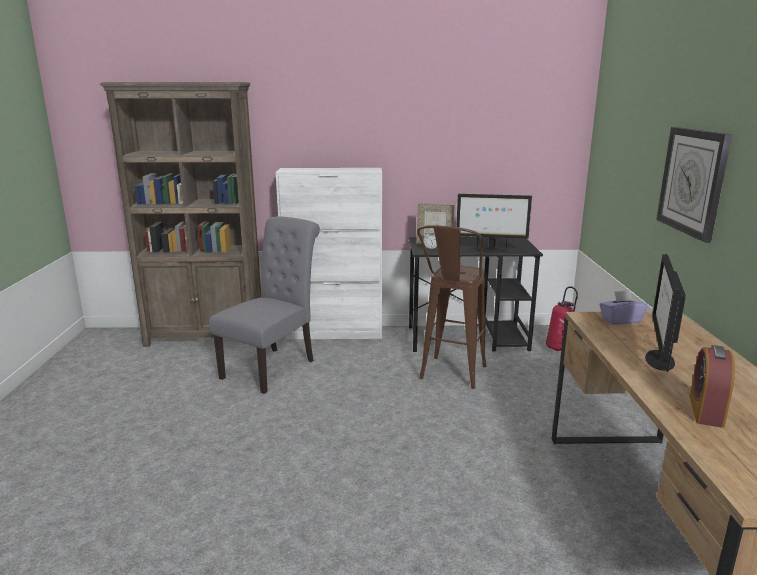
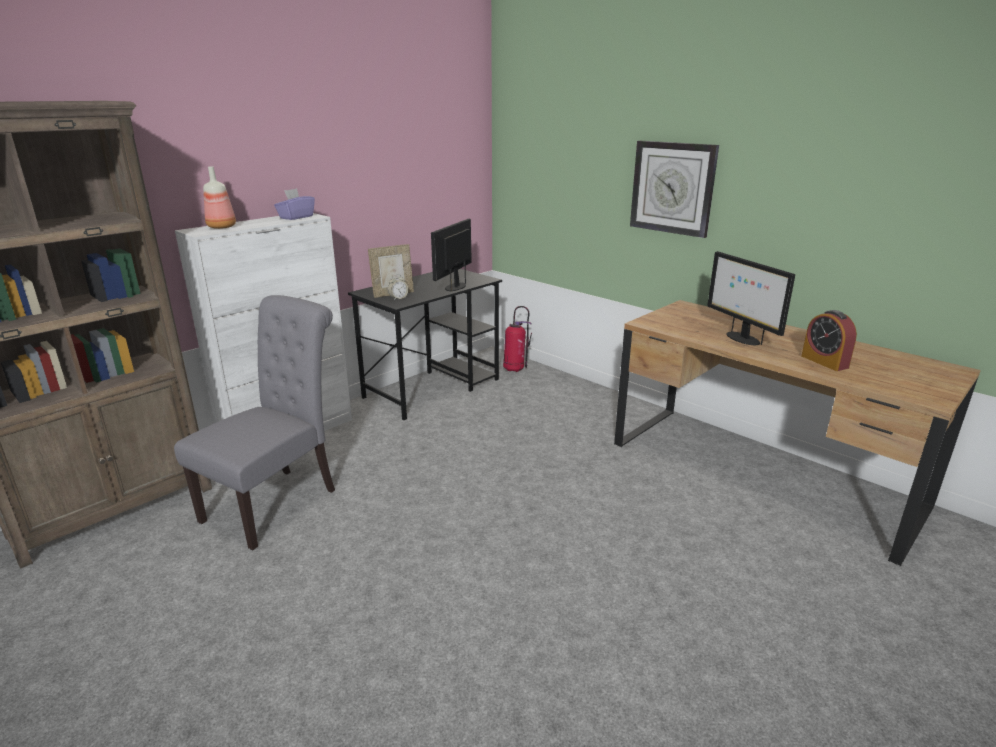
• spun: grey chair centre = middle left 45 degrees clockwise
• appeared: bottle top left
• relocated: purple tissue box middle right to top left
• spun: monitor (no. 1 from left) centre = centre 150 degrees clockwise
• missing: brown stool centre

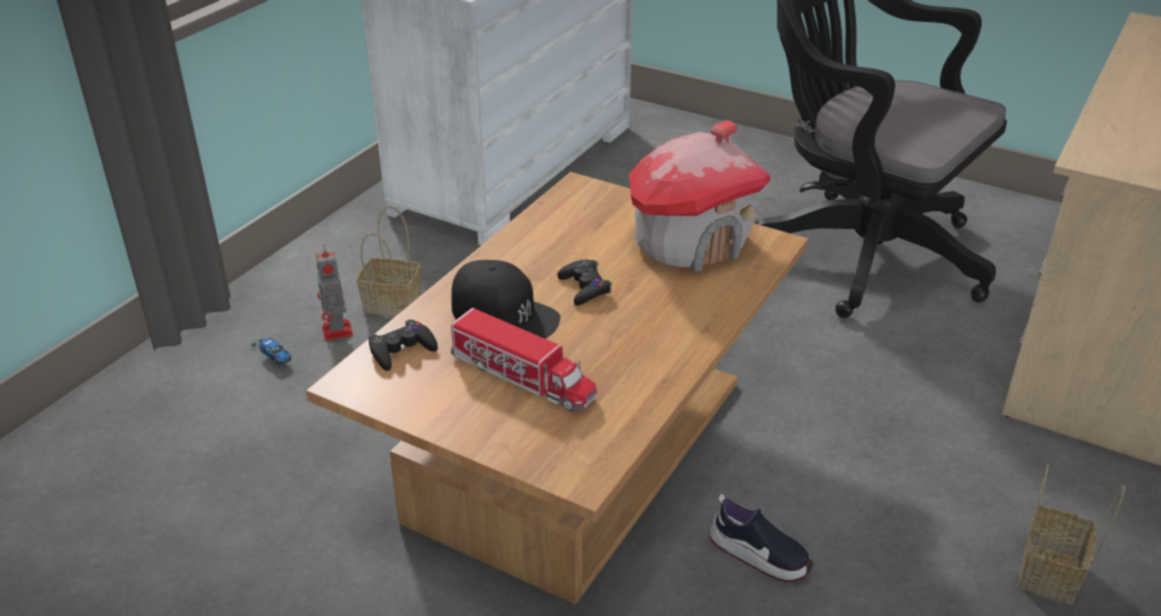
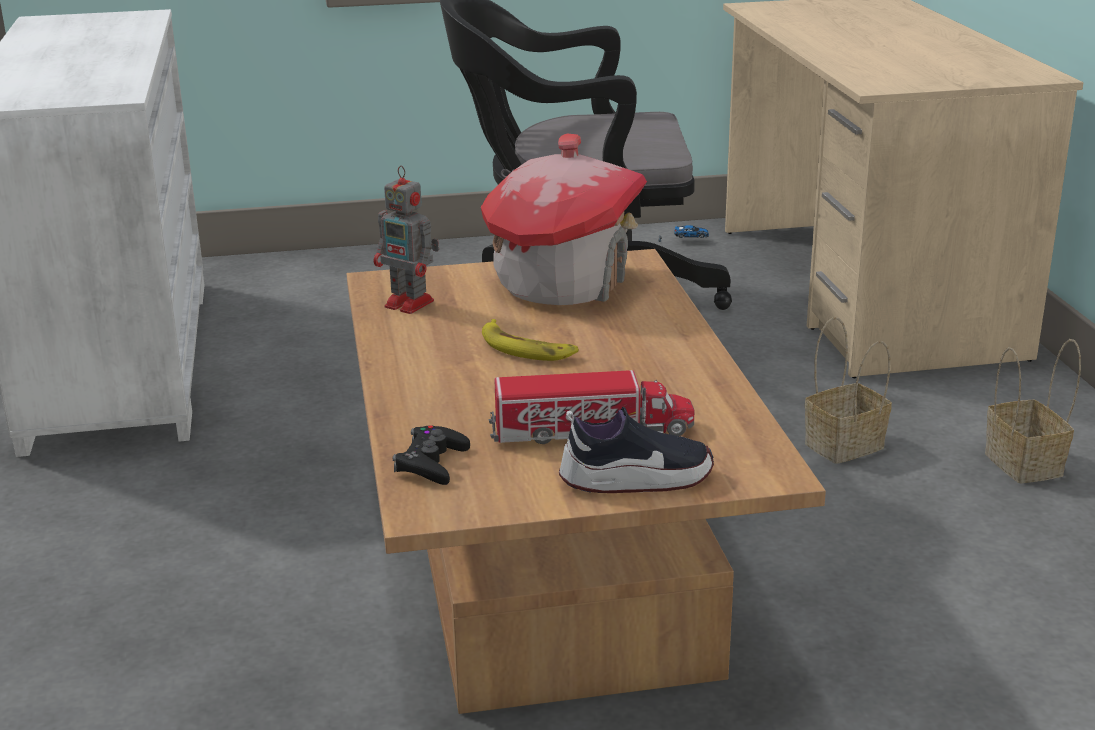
• relocated: toy robot middle left to top centre
• exchanged: black game controller (no. 2 from left) centre to banana centre
• relocated: shoe bottom centre to centre
• relocated: toy car middle left to top centre
• relocated: basket (no. 1 from left) centre to middle right
• missing: black cap centre

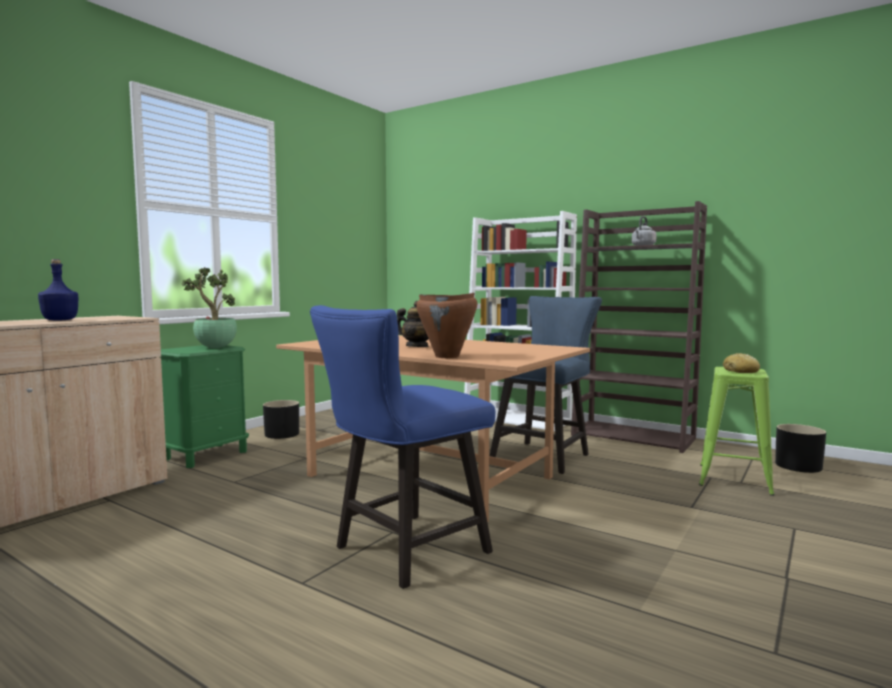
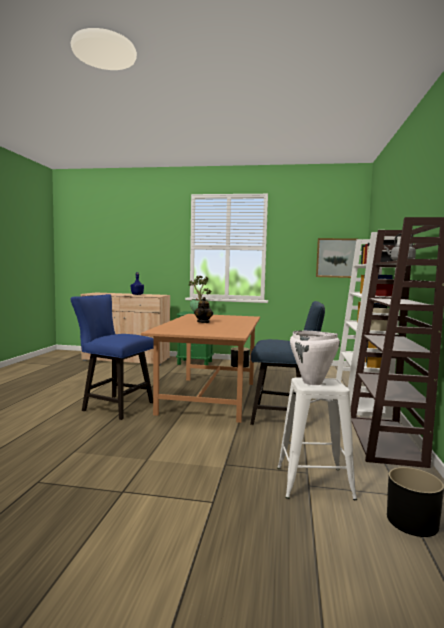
• colour: green stool middle right to white stool bottom right
• exchanged: bread middle right to white cooking pot middle right
• appeared: picture middle right
• missing: brown cooking pot centre

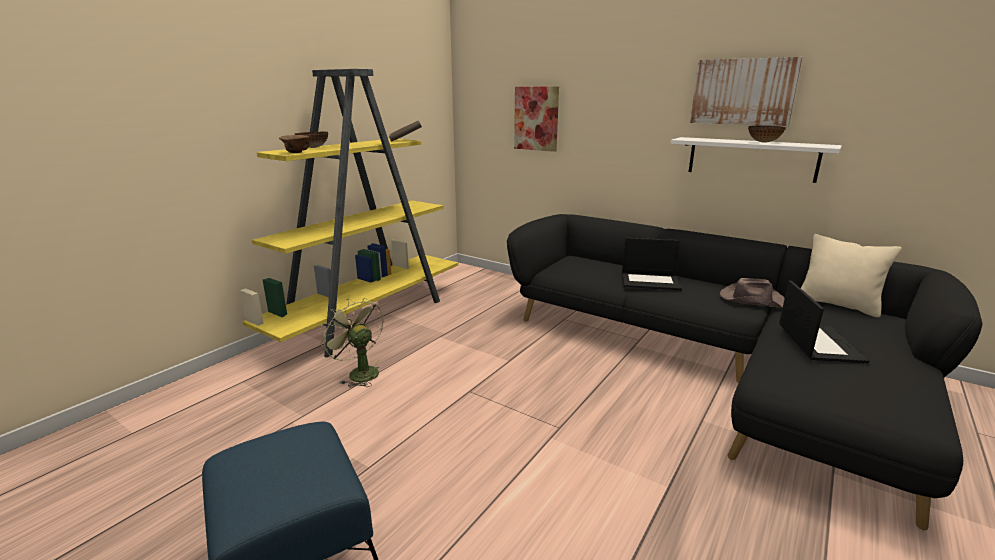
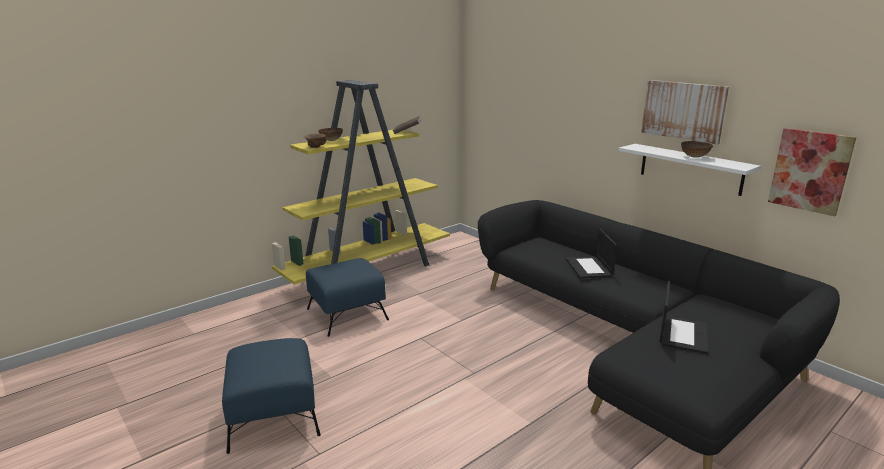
• exchanged: green fan centre to blue ottoman (no. 2 from left) centre
• spun: laptop (no. 1 from left) centre = middle right 60 degrees clockwise
• relocated: picture (no. 1 from left in the first image) top centre to picture (no. 2 from left) middle right
• missing: brown hat middle right
• missing: beige pillow middle right

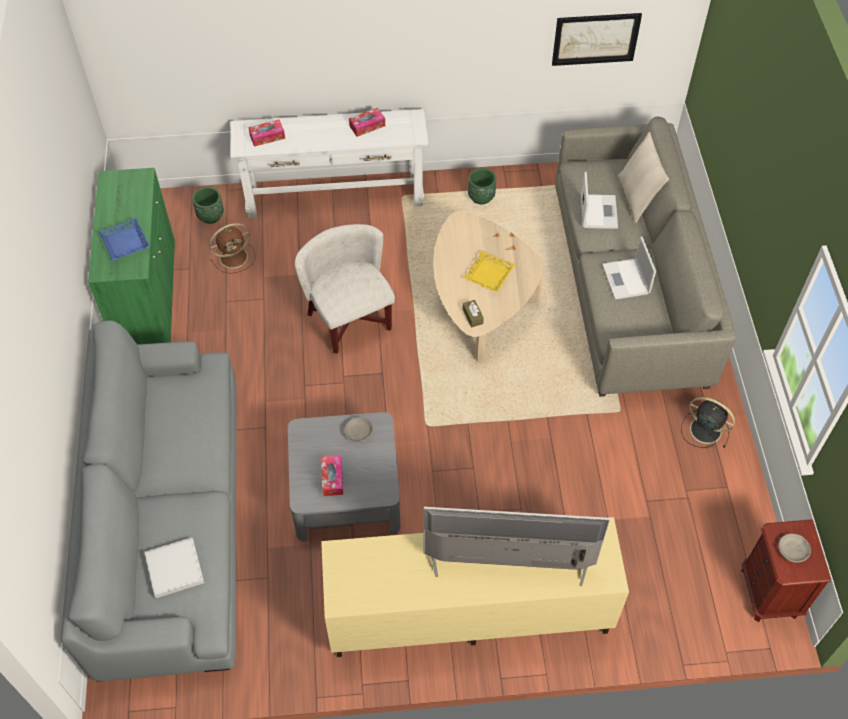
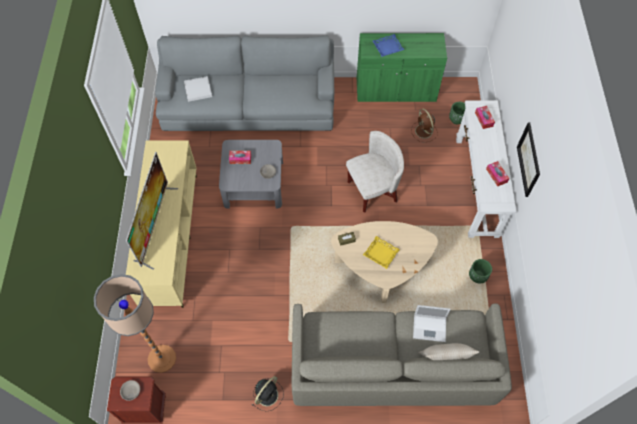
• appeared: floor lamp bottom left
• relocated: picture top right to middle right
• missing: laptop (no. 2 from left) middle right

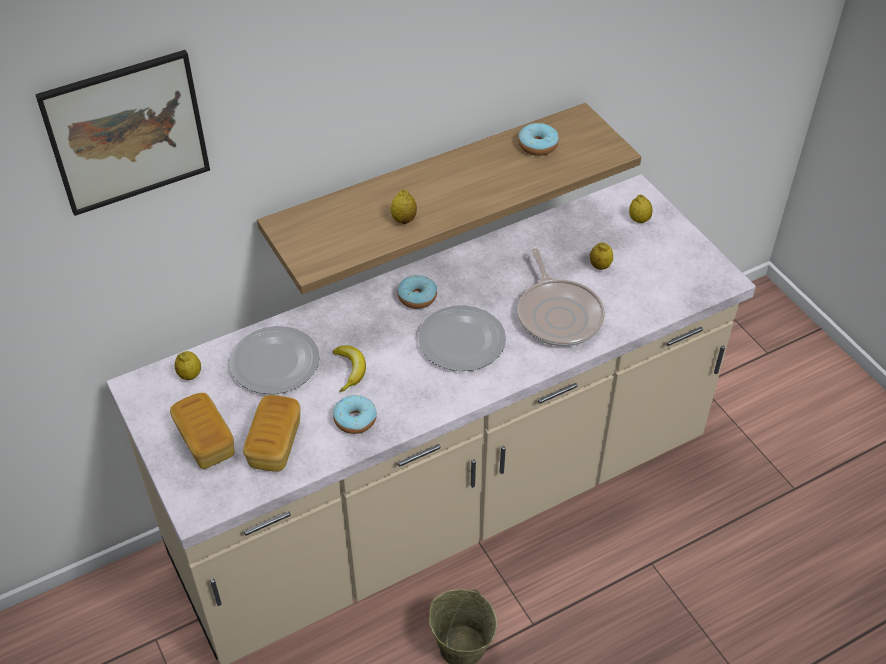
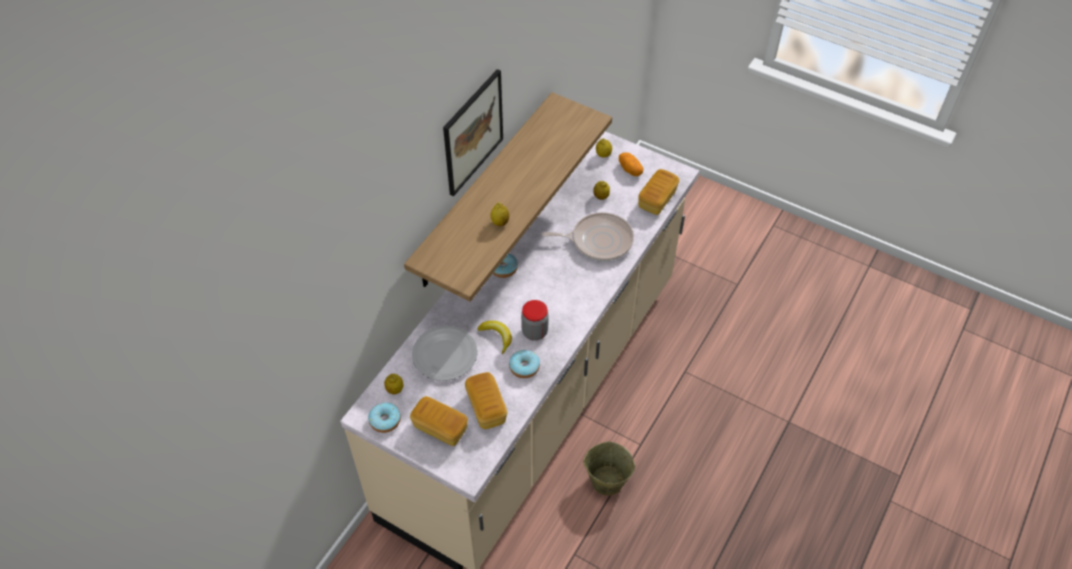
• relocated: donut (no. 3 from left in the first image) top centre to donut (no. 1 from left) bottom centre
• relocated: picture top left to top centre
• appeared: jar centre
• spun: frying pan centre = centre 45 degrees counterclockwise
• appeared: potato top centre
• appeared: bread (no. 3 from left) centre
• missing: plate (no. 2 from left) centre

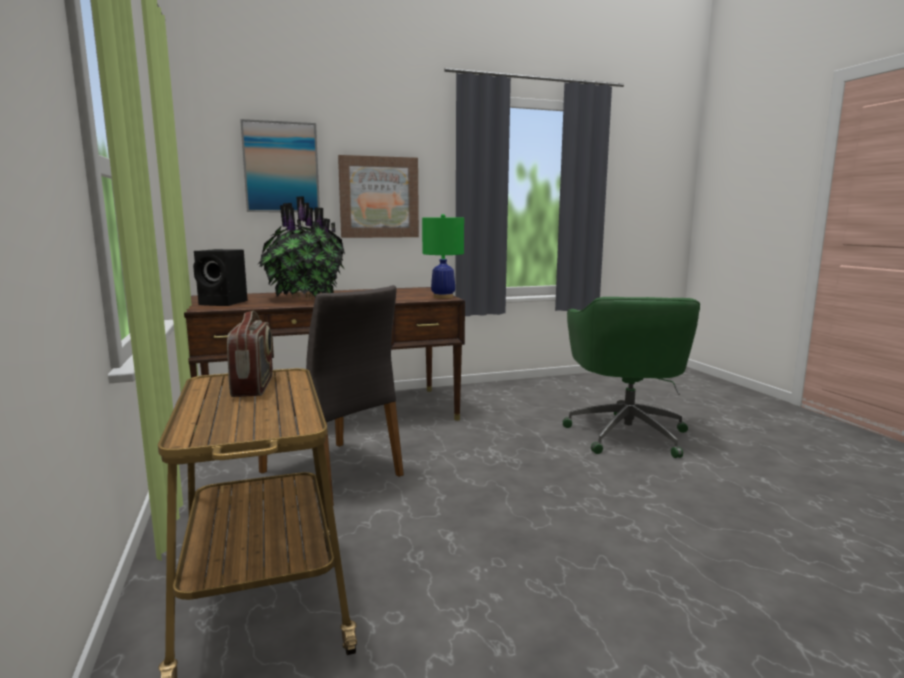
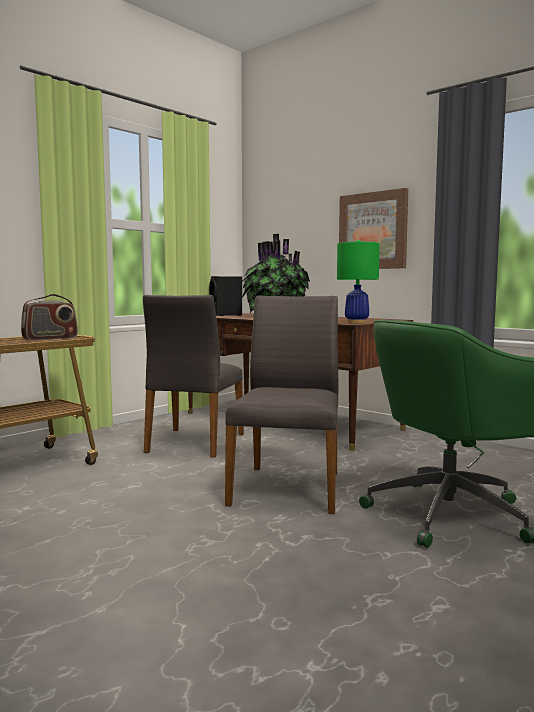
• appeared: grey chair (no. 2 from left) centre
• missing: picture (no. 1 from left) top left

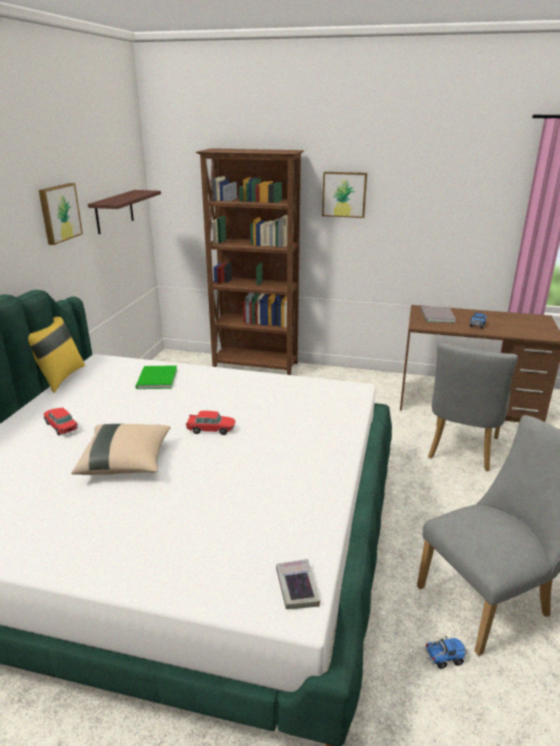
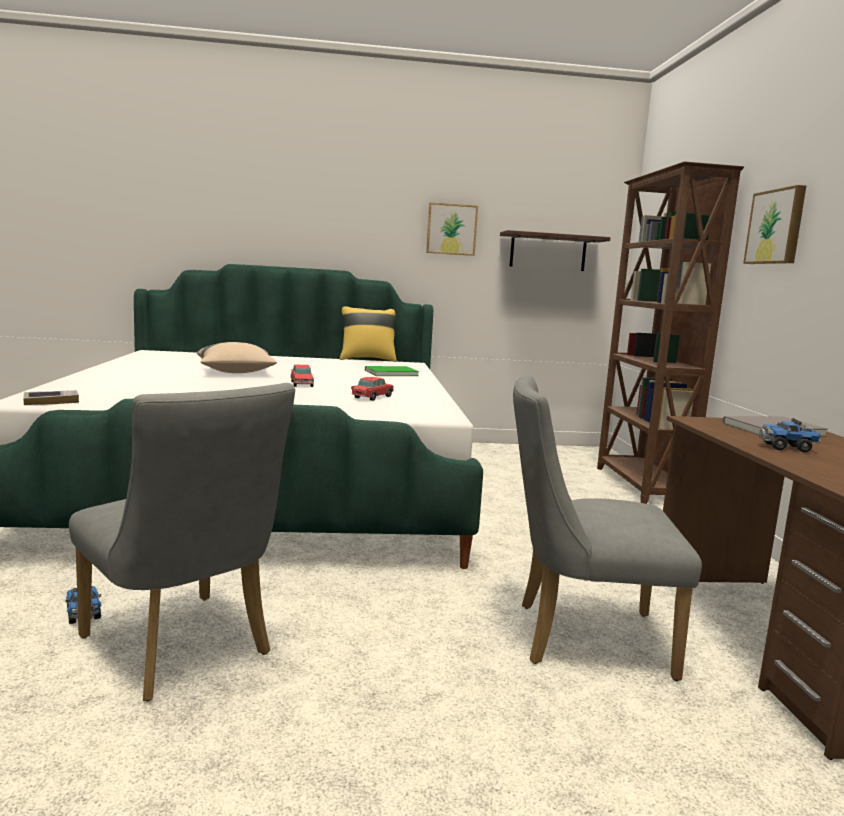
• relocated: toy car (no. 1 from left in the first image) middle left to toy car (no. 2 from left) centre

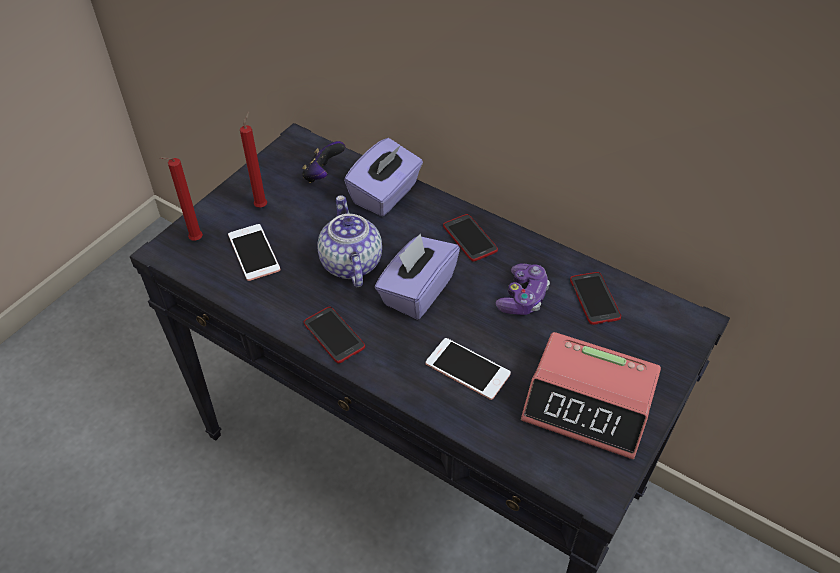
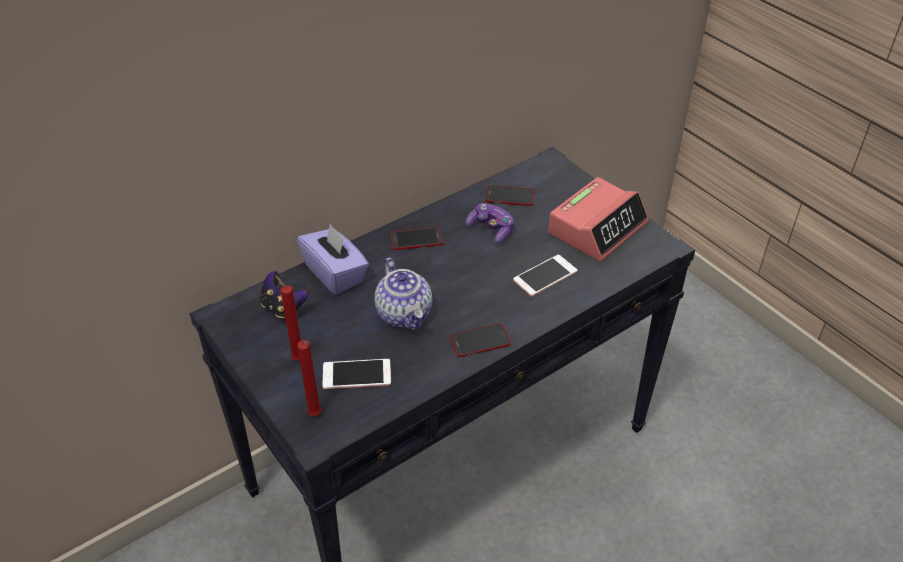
• spun: teapot centre = centre 120 degrees counterclockwise
• missing: purple tissue box (no. 2 from left) centre

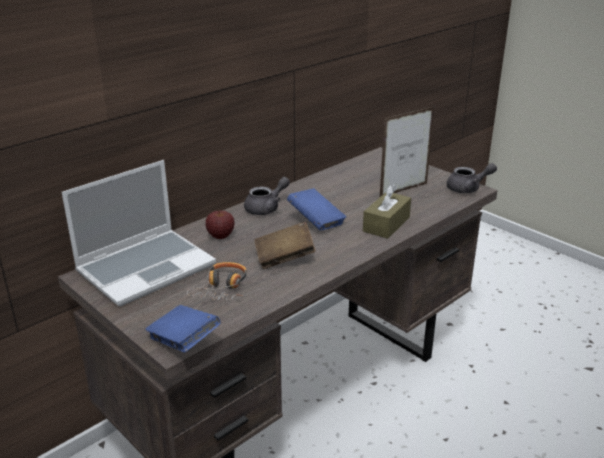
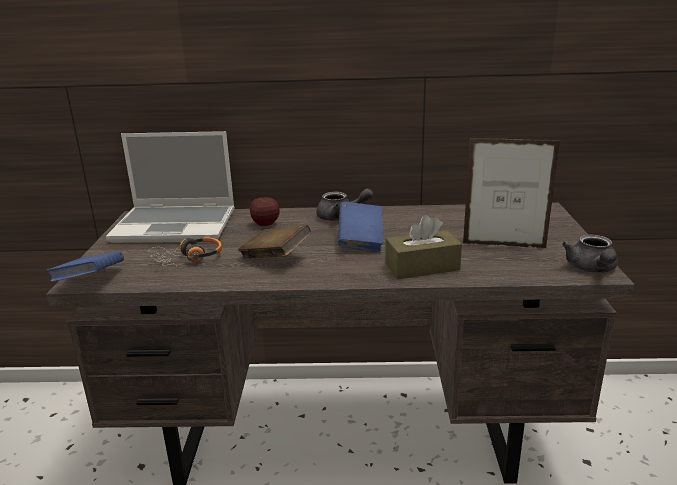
• spun: grey teapot (no. 2 from left) middle right = middle right 60 degrees clockwise

